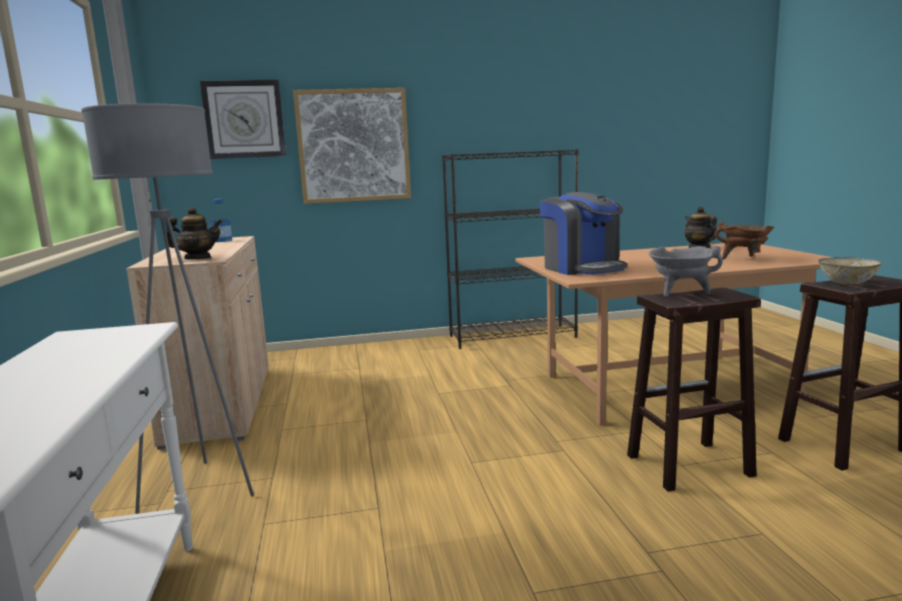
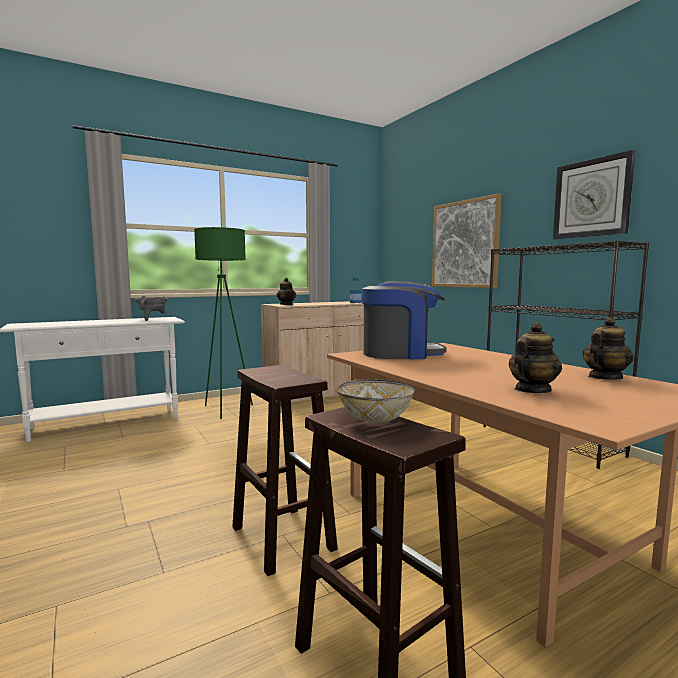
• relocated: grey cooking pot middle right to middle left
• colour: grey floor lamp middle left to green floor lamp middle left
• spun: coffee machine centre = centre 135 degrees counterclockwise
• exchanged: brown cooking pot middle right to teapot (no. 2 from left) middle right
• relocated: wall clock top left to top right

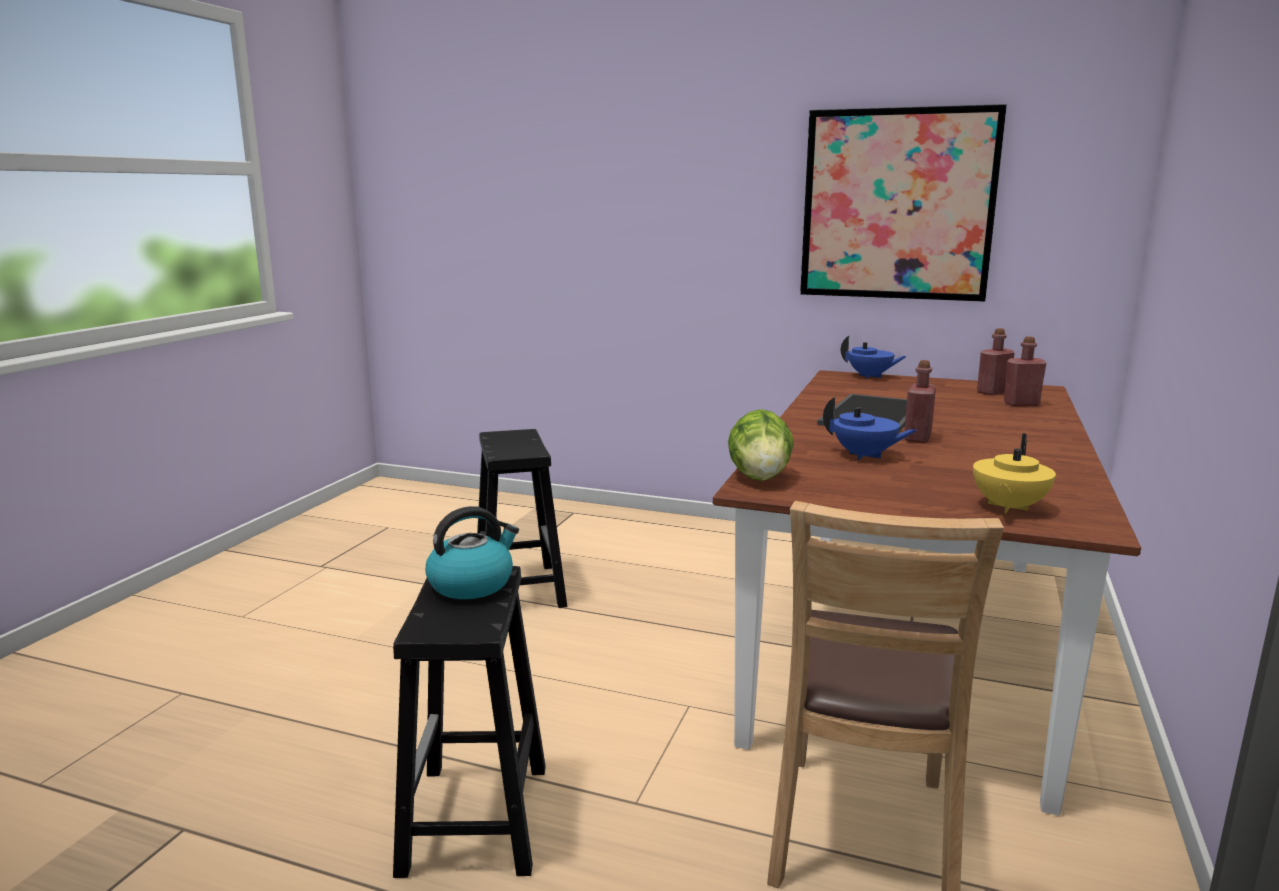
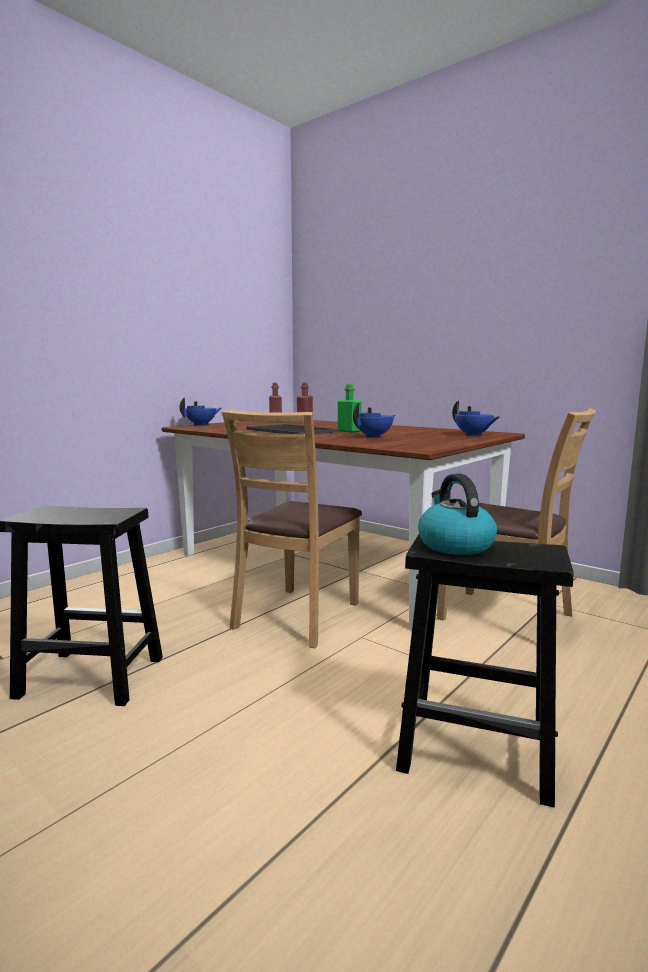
• appeared: brown chair (no. 1 from left) centre
• colour: red bottle (no. 1 from left) middle right to green bottle centre
• colour: yellow teapot middle right to blue teapot (no. 3 from left) middle right
• missing: lettuce centre
• missing: picture top right

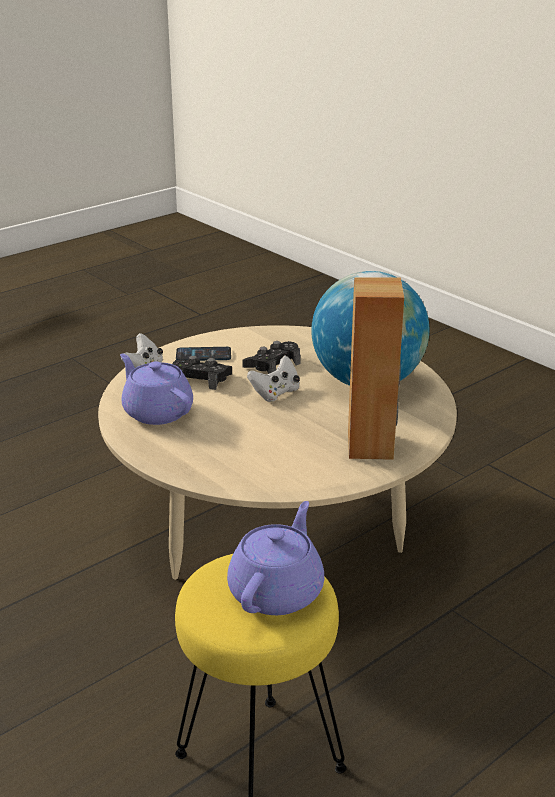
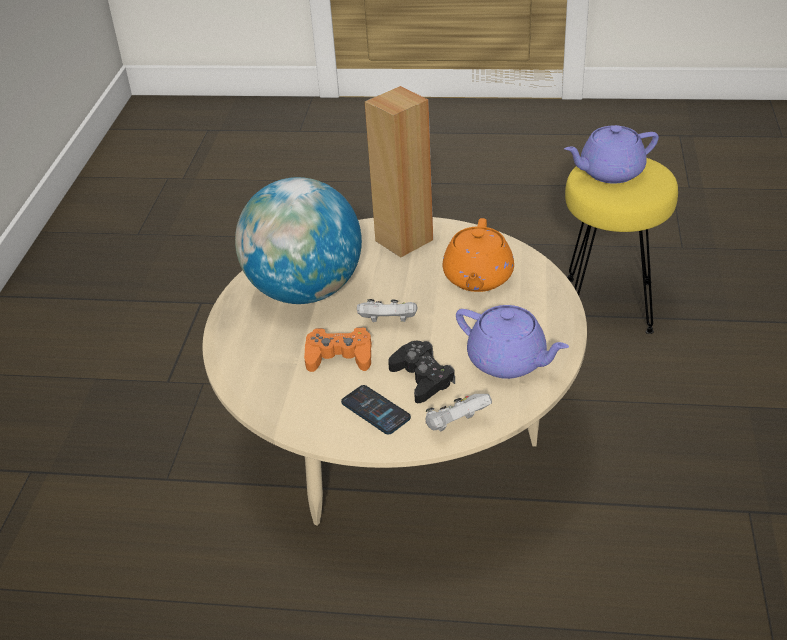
• colour: black game controller (no. 2 from left) centre to orange game controller centre
• appeared: orange teapot centre
• spun: purple teapot (no. 1 from left) middle left = centre 60 degrees counterclockwise

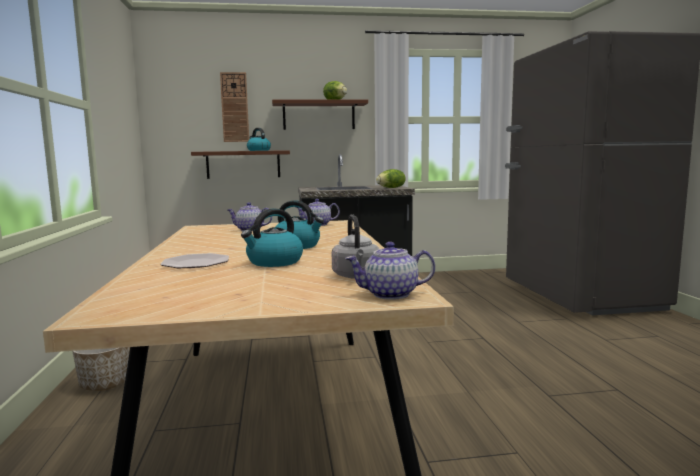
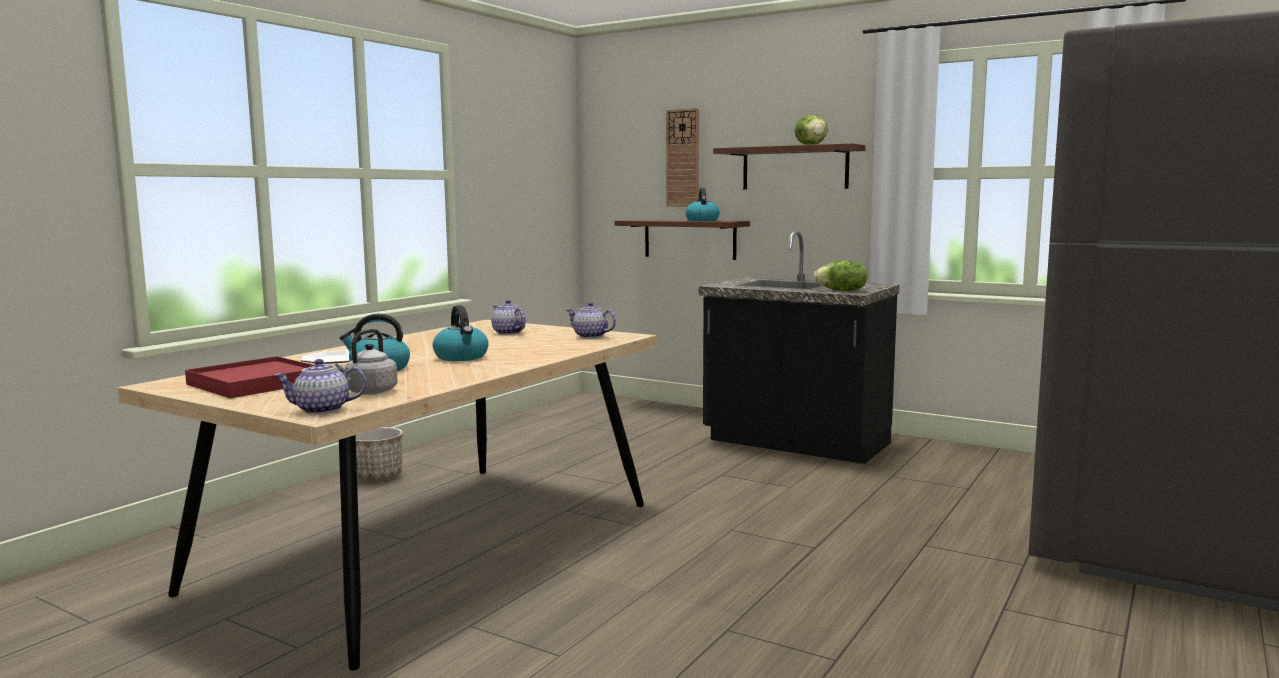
• appeared: red tray middle left
• spun: teapot (no. 3 from left in the first image) centre = middle left 45 degrees counterclockwise

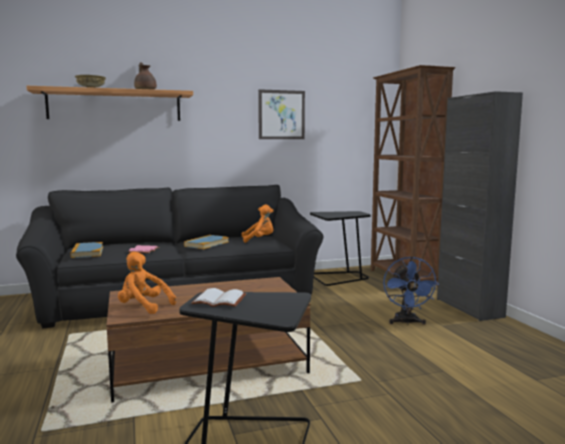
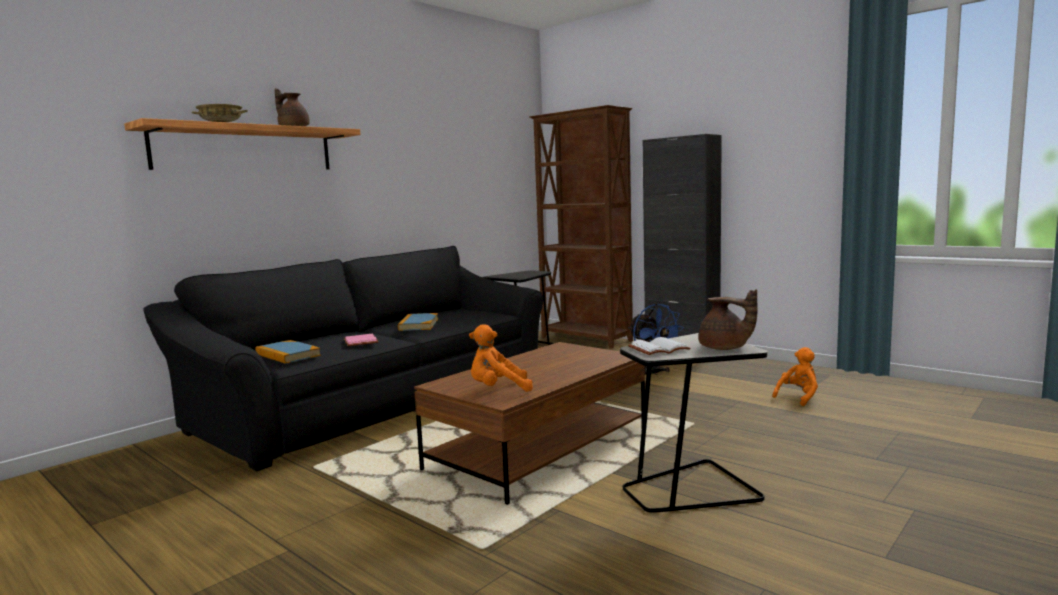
• appeared: brown teapot (no. 2 from left) middle right
• relocated: orange plush toy (no. 2 from left) centre to middle right
• missing: picture top centre

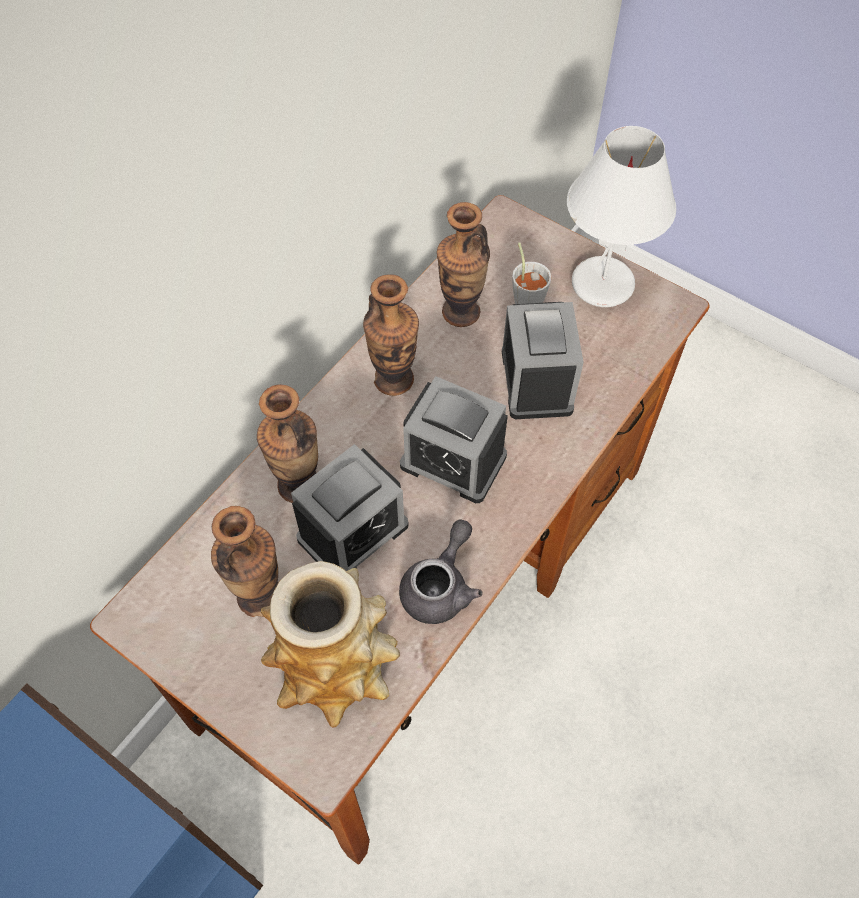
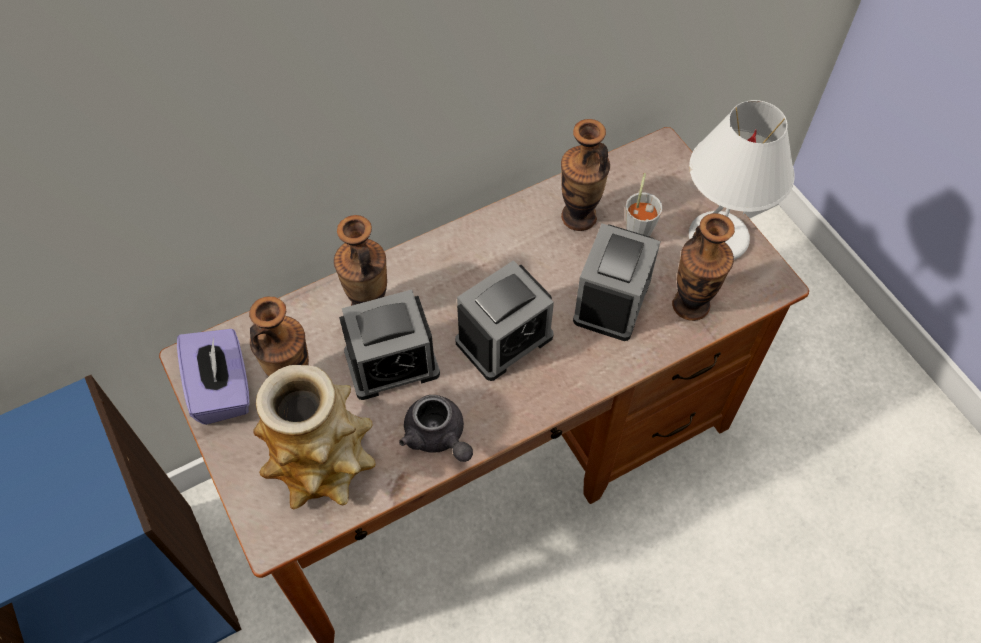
• appeared: purple tissue box middle left
• spun: grey teapot centre = centre 90 degrees clockwise
• spun: alarm clock (no. 2 from left) centre = centre 90 degrees counterclockwise
• relocated: vase (no. 4 from left in the first image) centre to vase (no. 5 from left) middle right

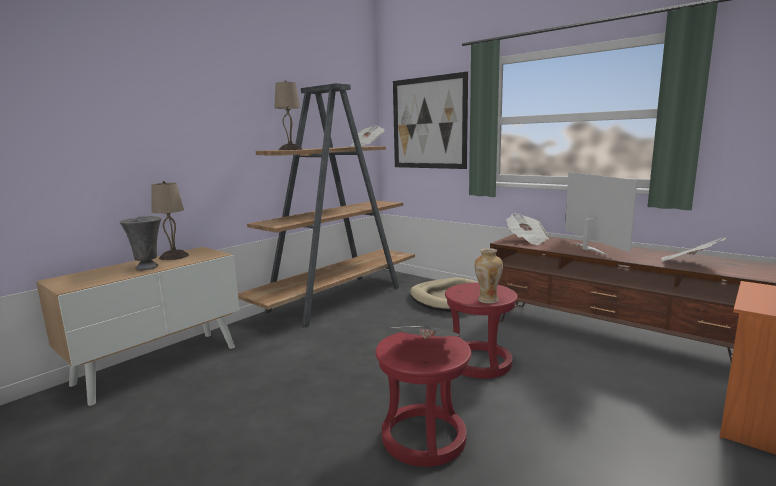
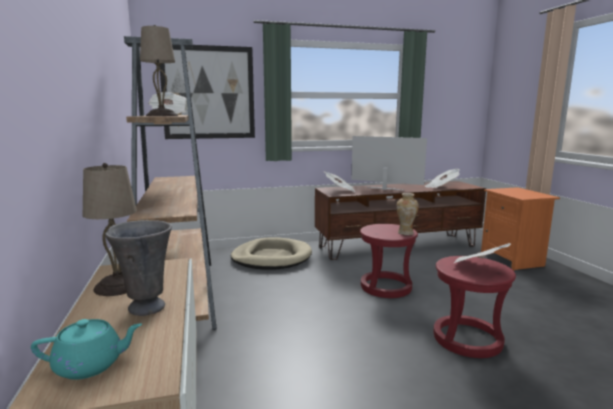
• appeared: turquoise teapot bottom left

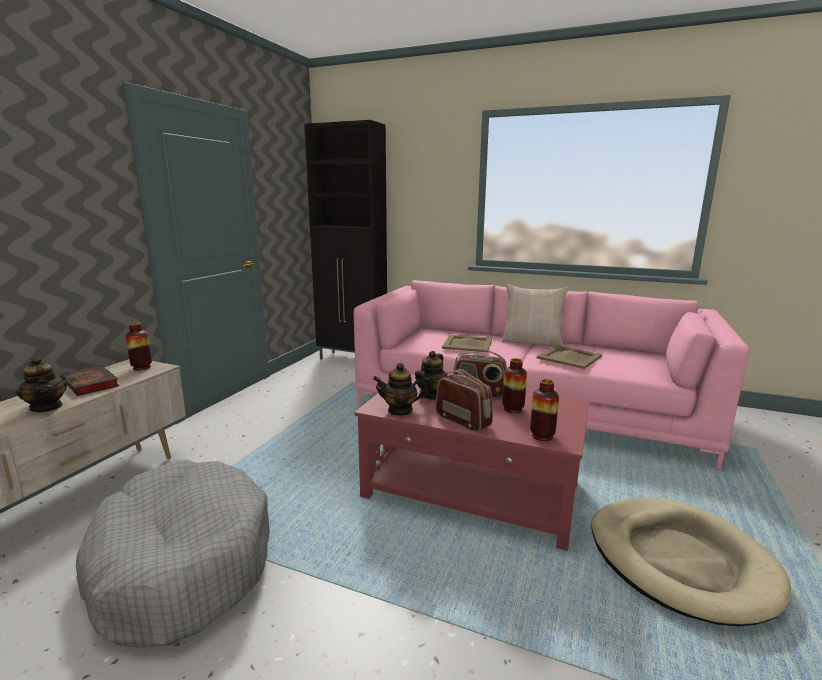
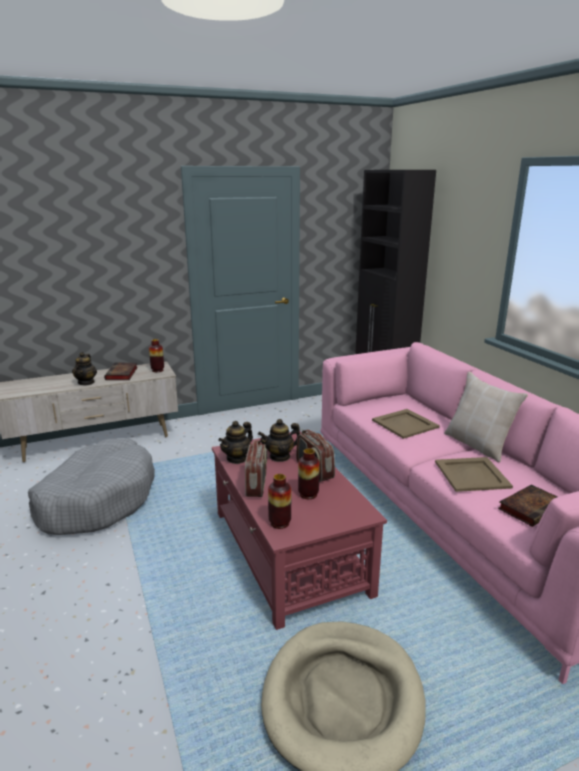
• spun: teapot (no. 2 from left) centre = centre 90 degrees counterclockwise
• appeared: book (no. 2 from left) middle right

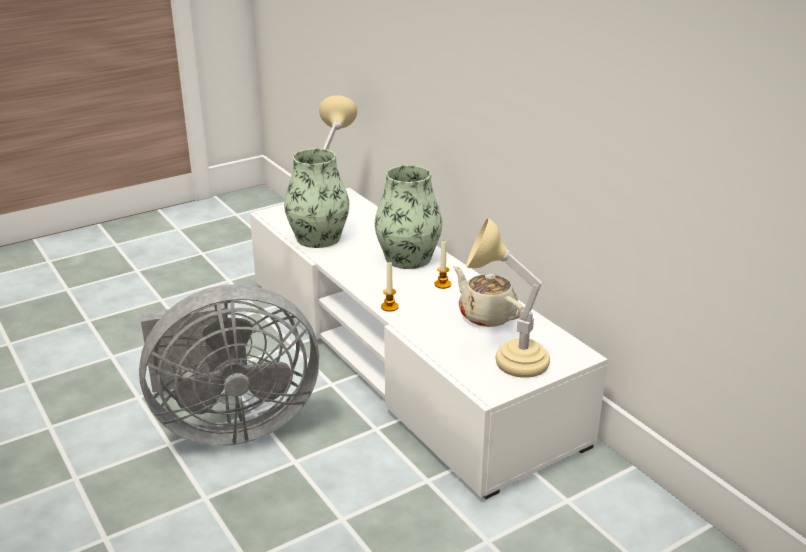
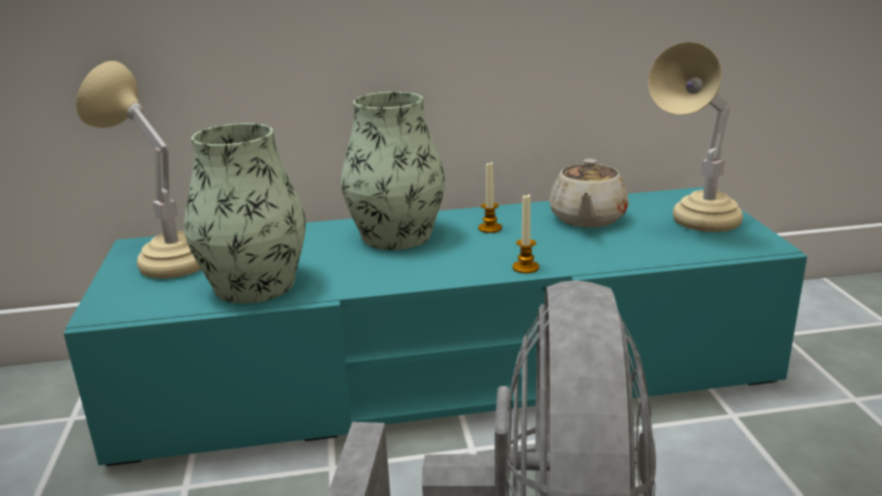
• colour: white tv stand centre to turquoise tv stand centre
• spun: beige teapot centre = middle right 60 degrees counterclockwise

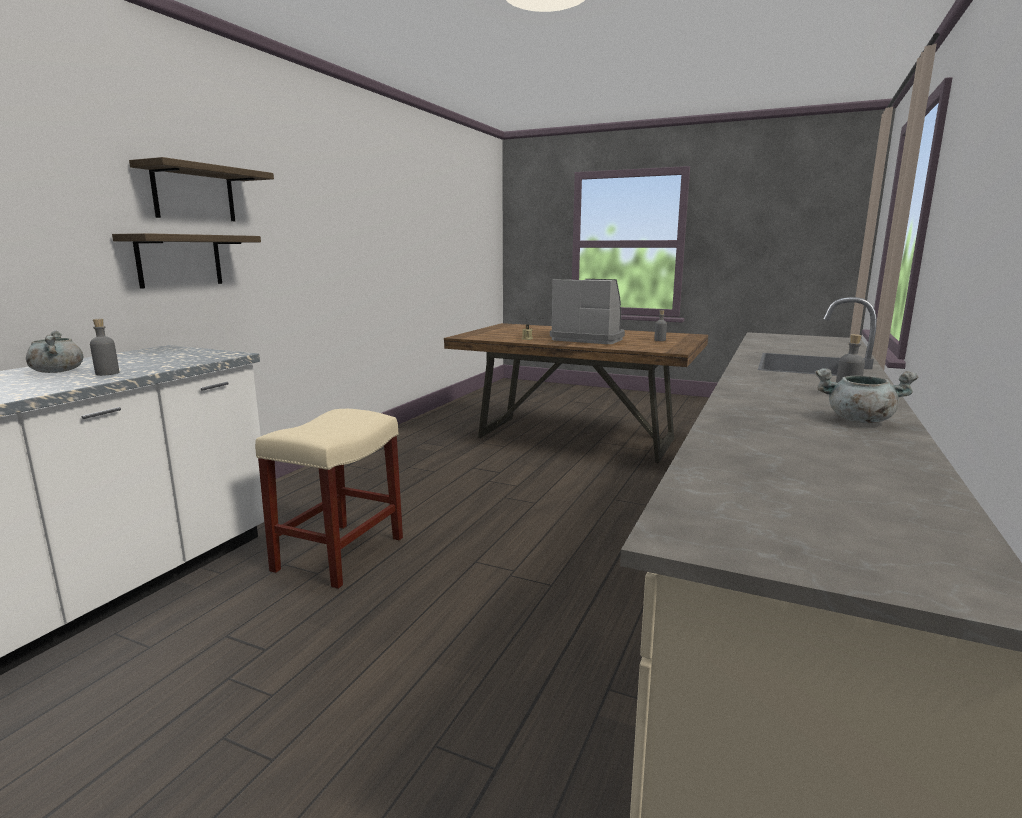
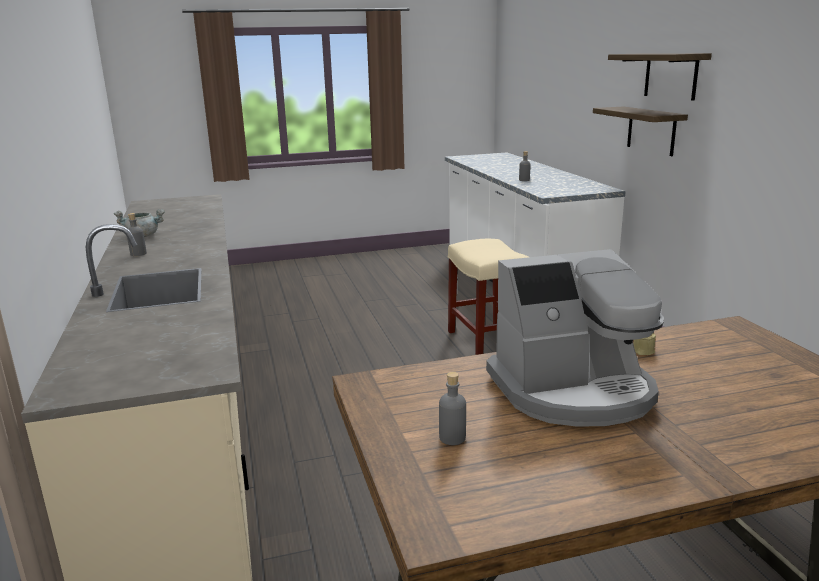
• missing: grey cooking pot (no. 1 from left) middle left

